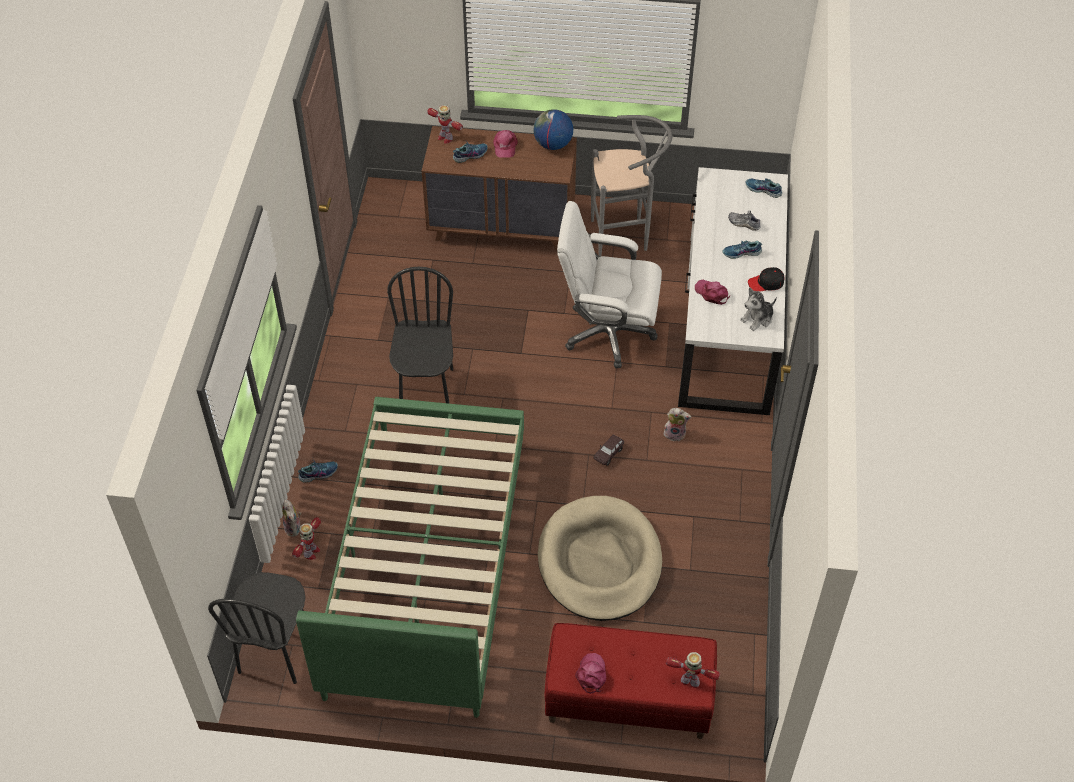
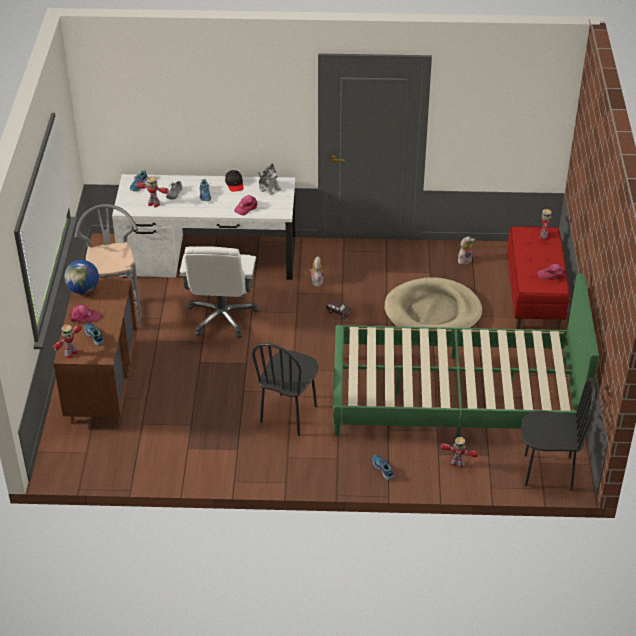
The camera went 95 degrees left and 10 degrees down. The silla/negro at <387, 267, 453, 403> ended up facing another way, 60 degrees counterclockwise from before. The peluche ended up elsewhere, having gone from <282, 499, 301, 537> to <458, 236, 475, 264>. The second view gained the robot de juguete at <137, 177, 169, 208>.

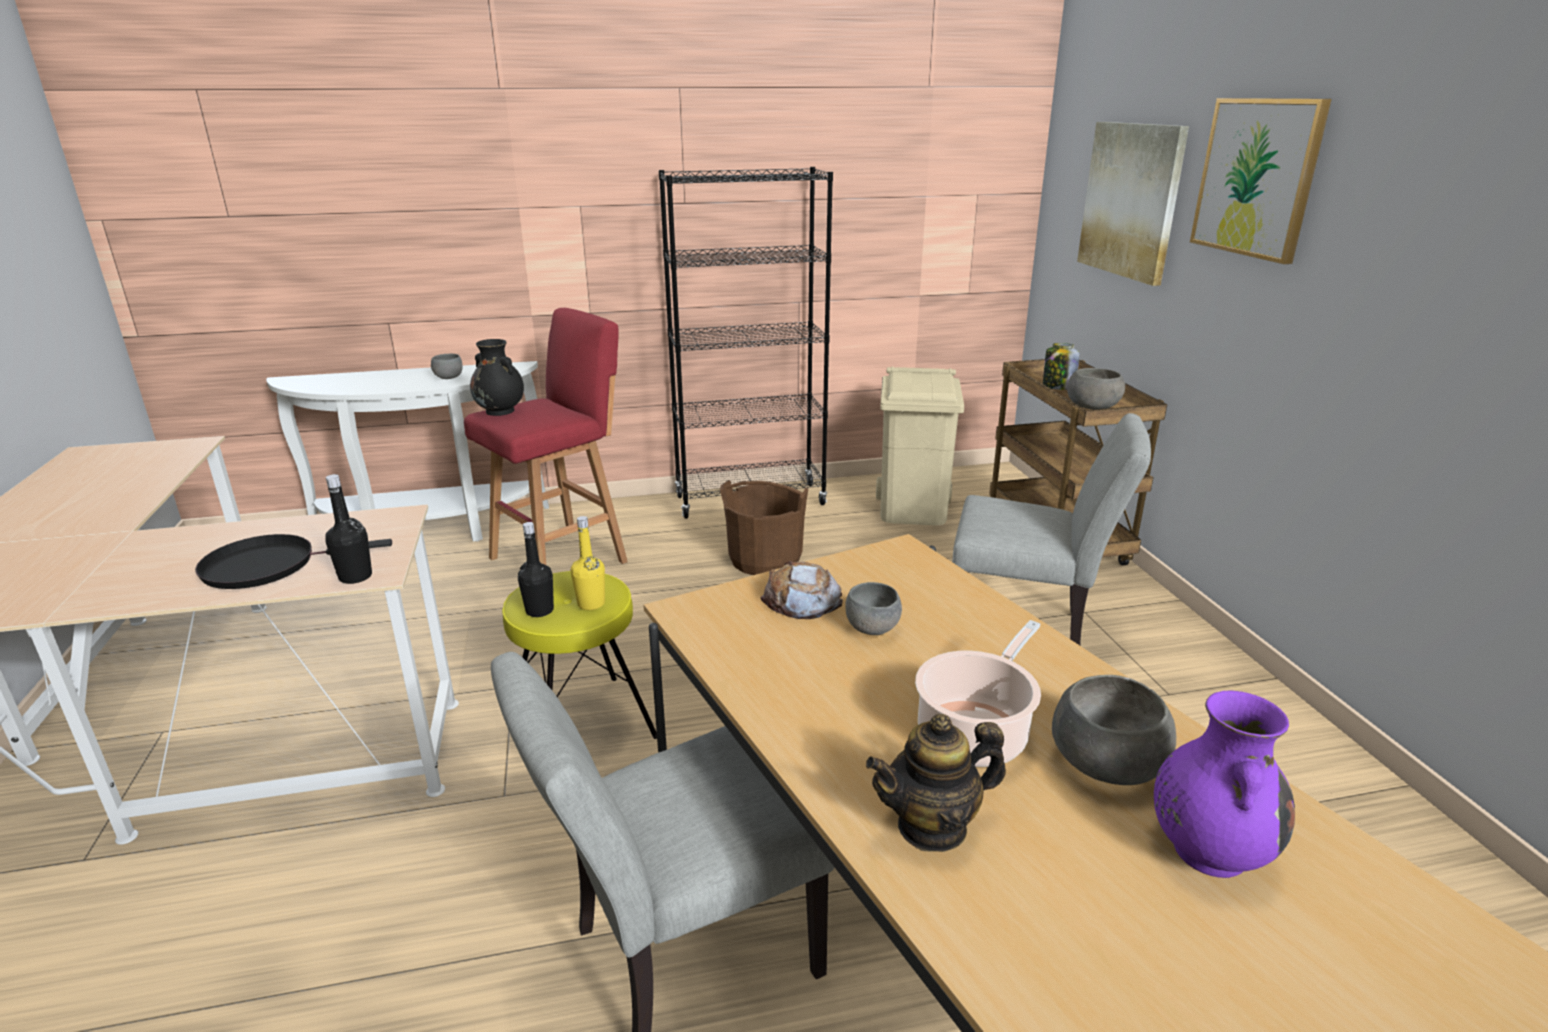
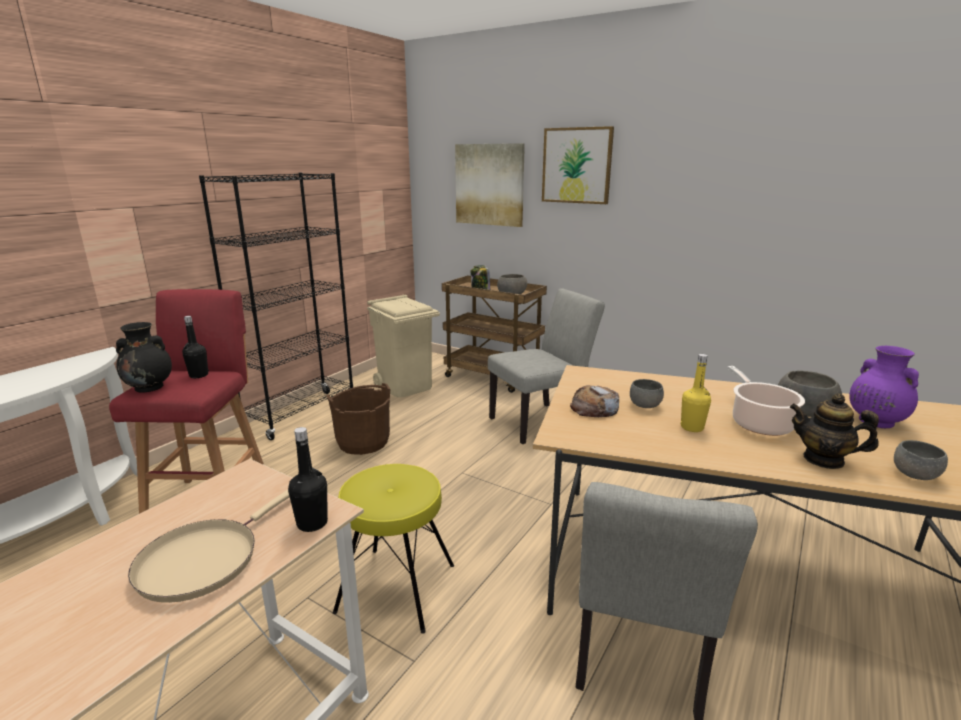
The camera went 45 degrees left and 5 degrees down. The cuenco/gris ended up elsewhere, having gone from <431, 354, 463, 379> to <894, 440, 948, 480>. The botella/amarillo ended up elsewhere, having gone from <571, 516, 605, 610> to <681, 354, 711, 432>. The botella/negro ended up elsewhere, having gone from <518, 522, 554, 617> to <182, 316, 209, 378>. What was the sartén/negro at <195, 534, 392, 589> turned into the sartén/beis at <128, 490, 289, 603>. The tetera at <866, 714, 1006, 852> ended up facing another way, 90 degrees clockwise from before.

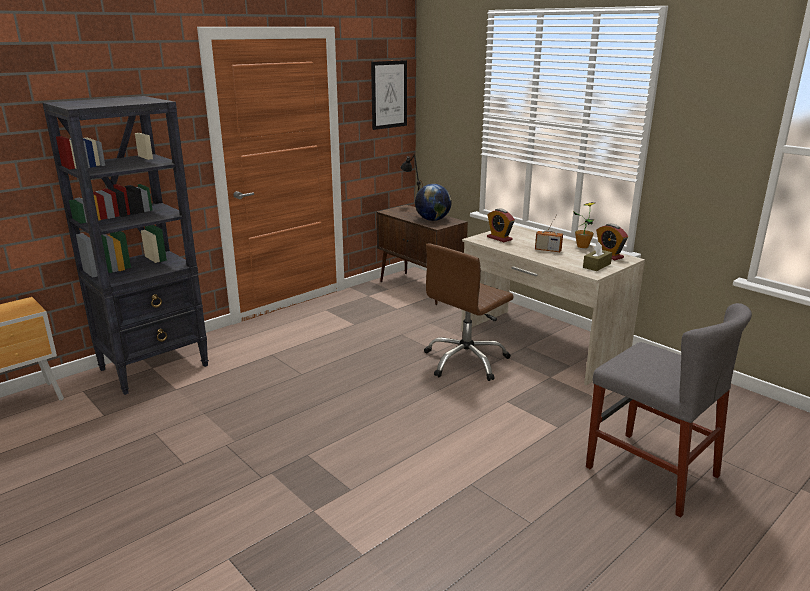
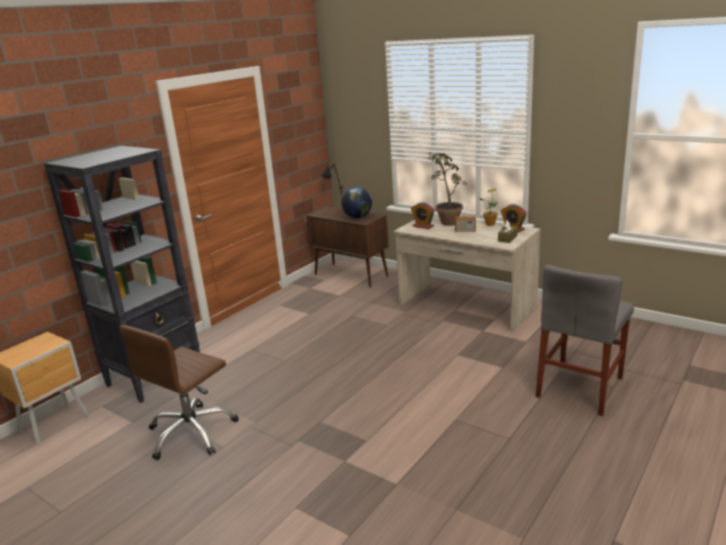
The camera went 10 degrees left and 0 degrees up. The second view lost the cuadro at <371, 60, 407, 130>. The silla de oficina/marrón ended up elsewhere, having gone from <424, 243, 514, 381> to <119, 325, 239, 460>. The silla/gris at <586, 303, 752, 517> ended up facing another way, 90 degrees clockwise from before. The second view gained the planta en maceta at <428, 151, 467, 226>.

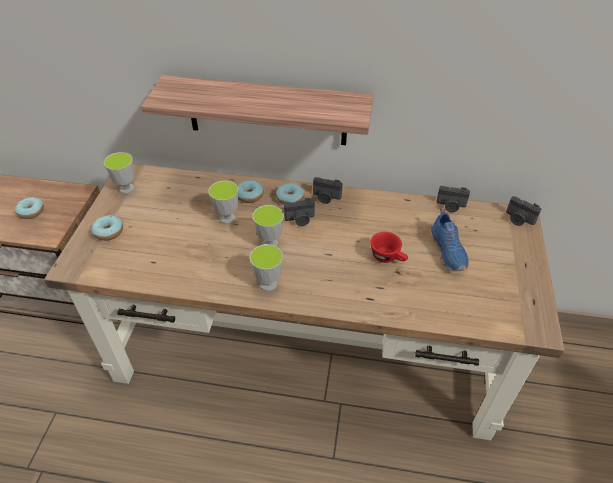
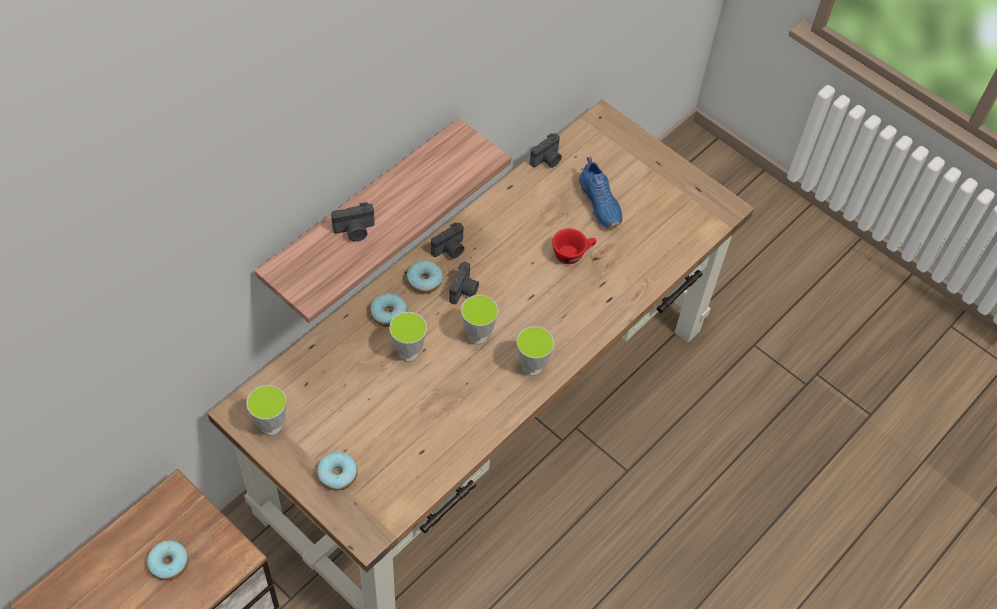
The camera went 60 degrees left and 10 degrees up. The cámara ended up elsewhere, having gone from <506, 196, 541, 226> to <331, 202, 375, 241>. The zapato/azul at <429, 208, 469, 271> ended up facing another way, 45 degrees clockwise from before.

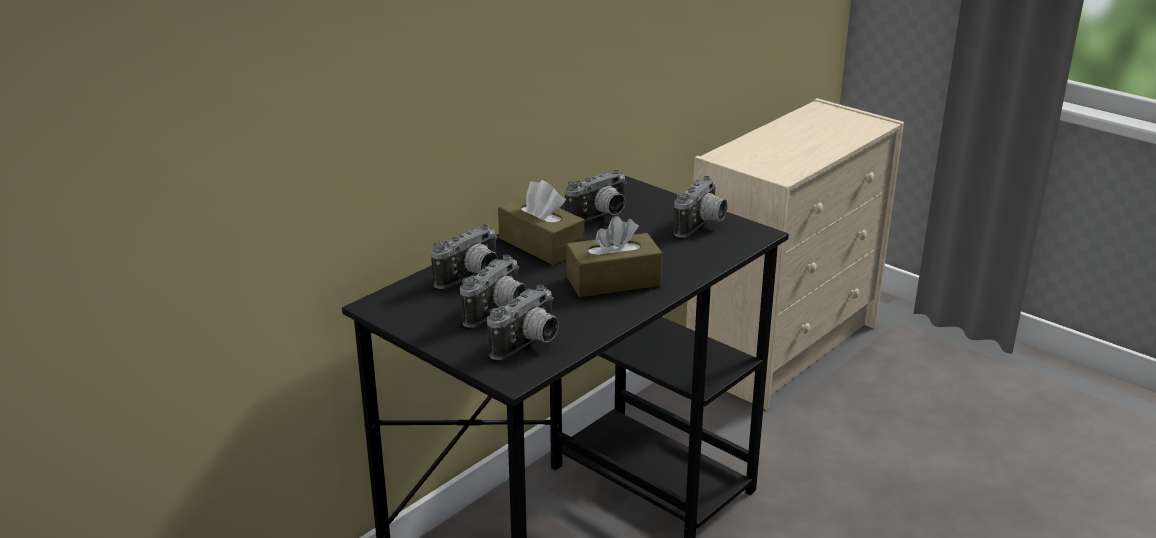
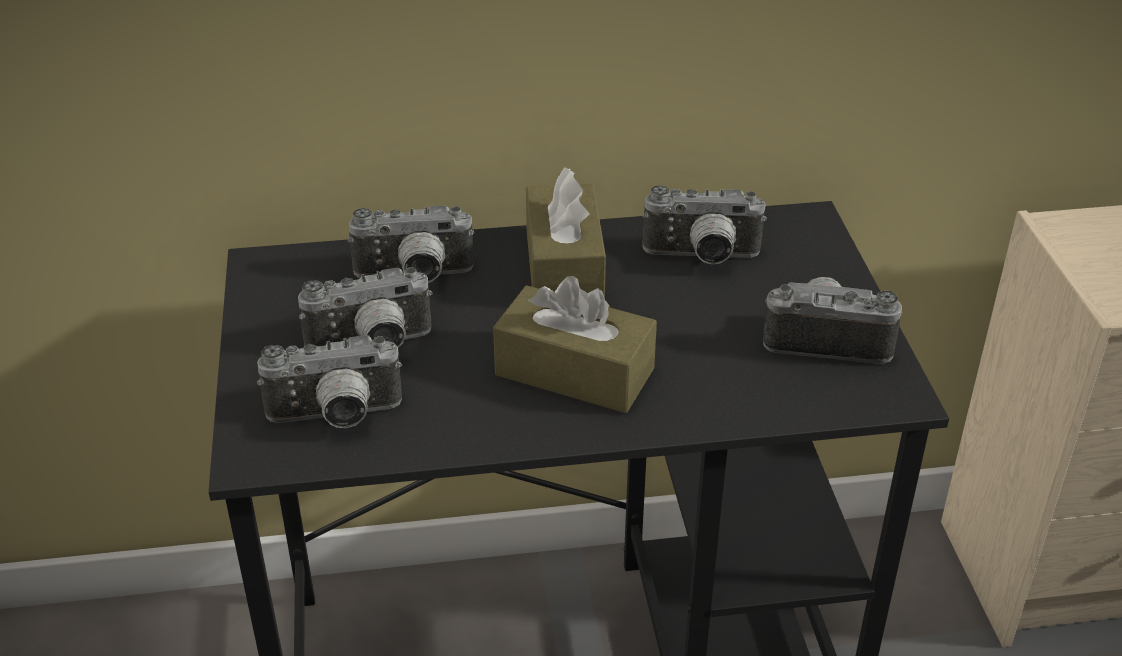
The camera went 40 degrees right and 10 degrees up. The cámara at <674, 176, 727, 237> ended up facing another way, 150 degrees counterclockwise from before.

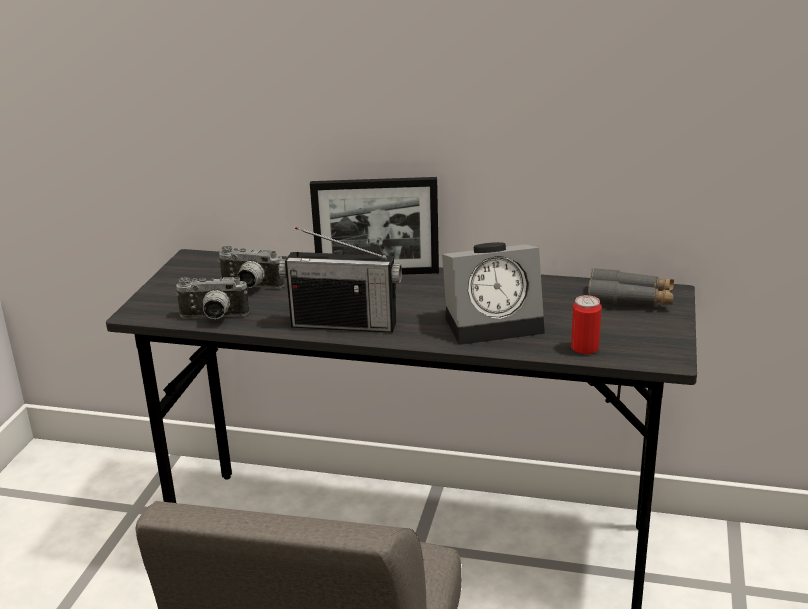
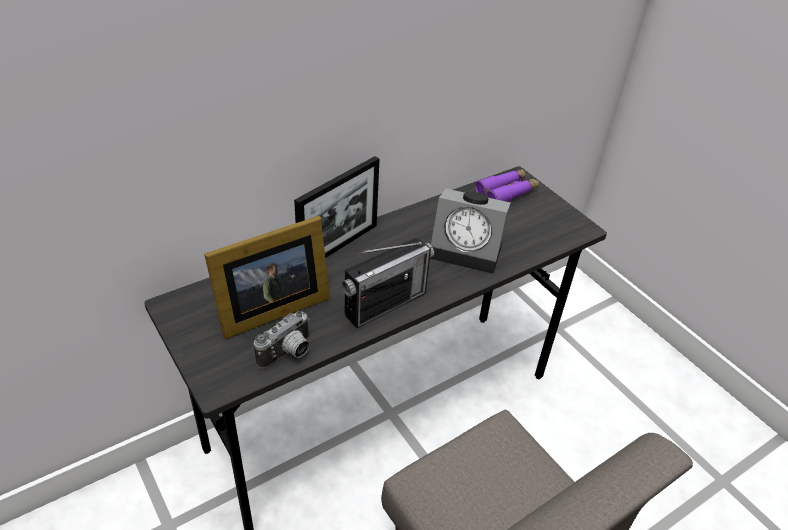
The camera went 50 degrees left and 15 degrees up. The despertador at <442, 242, 545, 345> ended up facing another way, 75 degrees clockwise from before. Where the cámara stood at <218, 246, 284, 289>, the portarretratos came to stand at <204, 216, 330, 339>. What was the prismáticos/gris at <588, 268, 674, 305> turned into the prismáticos/morado at <475, 169, 540, 202>. The second view lost the lata at <571, 295, 601, 354>.

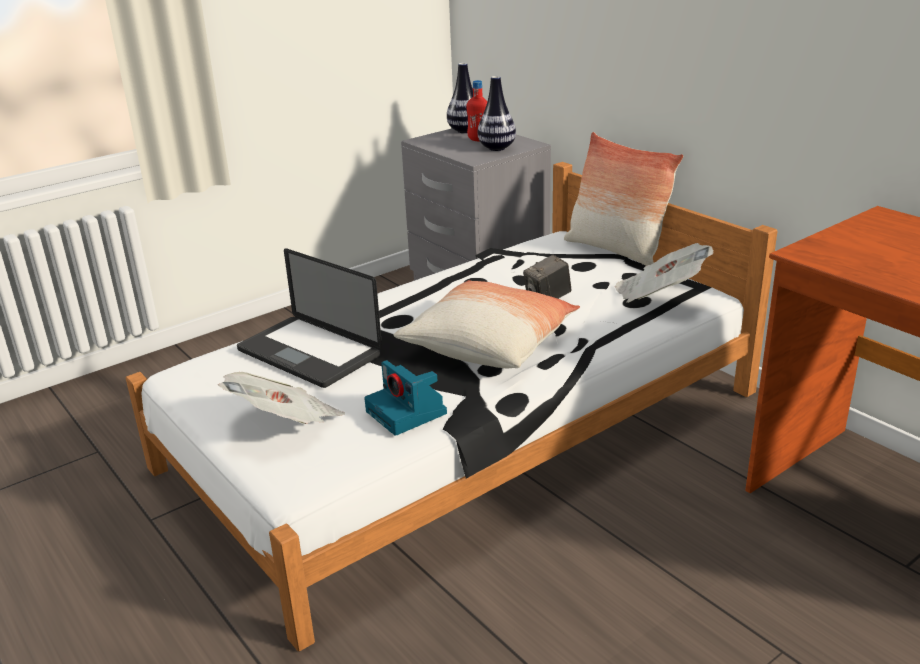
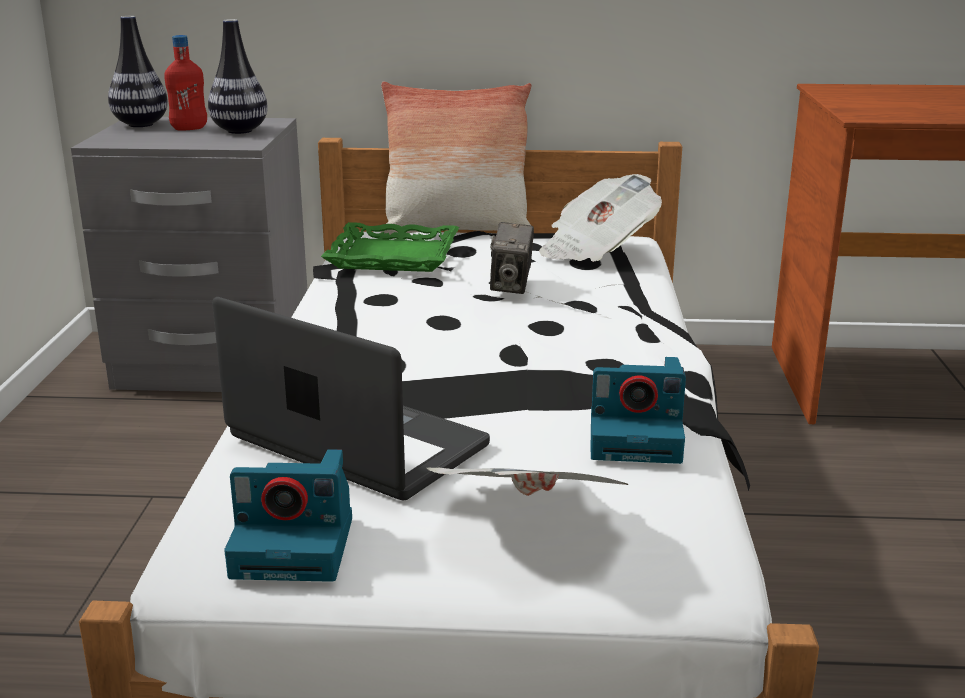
The camera went 50 degrees left and 5 degrees down. The portátil at <237, 248, 382, 388> ended up facing another way, 135 degrees counterclockwise from before. The second view lost the cojín at <394, 280, 580, 368>. The second view gained the bandeja/verde at <321, 222, 459, 272>. The second view gained the cámara at <224, 449, 352, 582>.

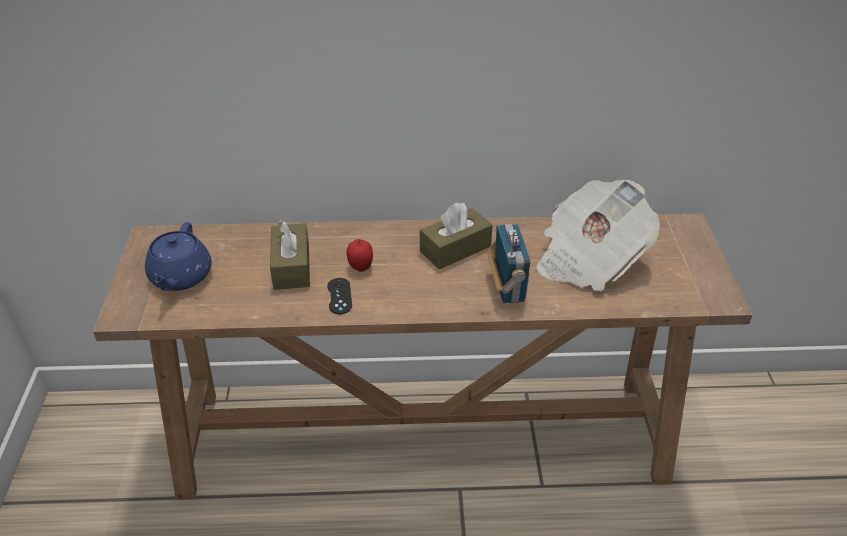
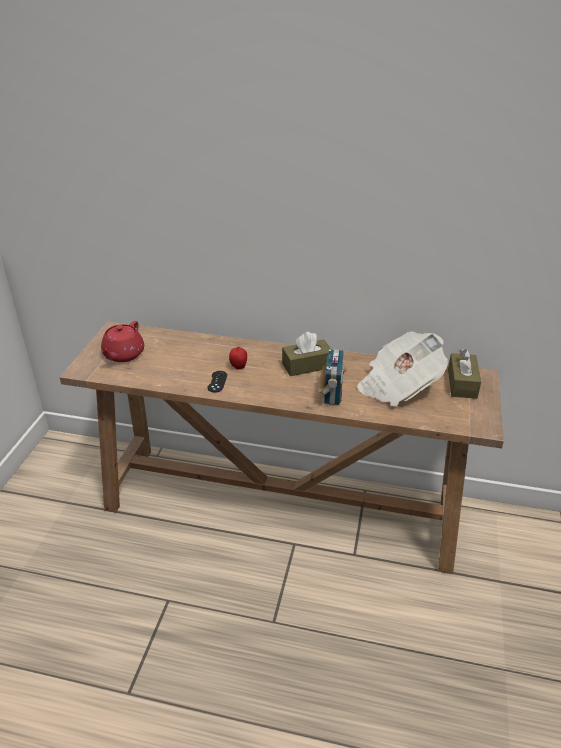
The camera went 15 degrees right and 5 degrees down. The caja de pañuelos/marrón ended up elsewhere, having gone from <270, 220, 310, 290> to <448, 349, 481, 399>. What was the tetera/azul at <145, 222, 211, 291> turned into the tetera/rojo at <101, 321, 144, 362>.

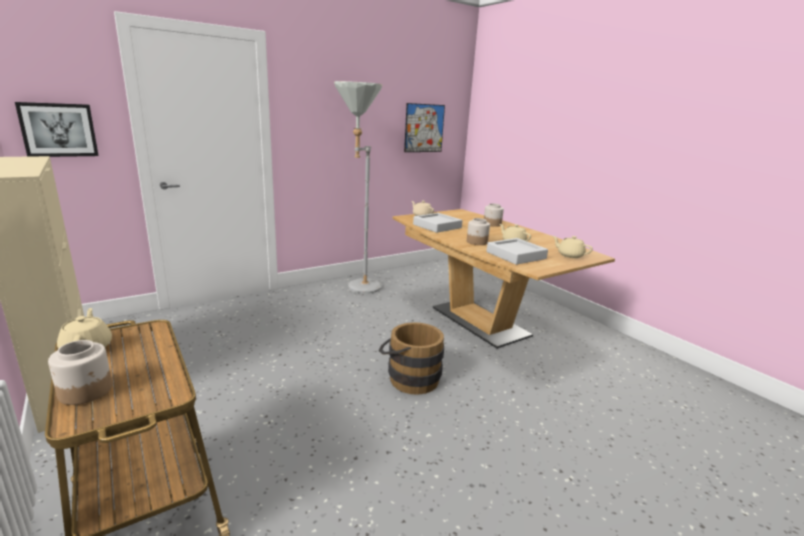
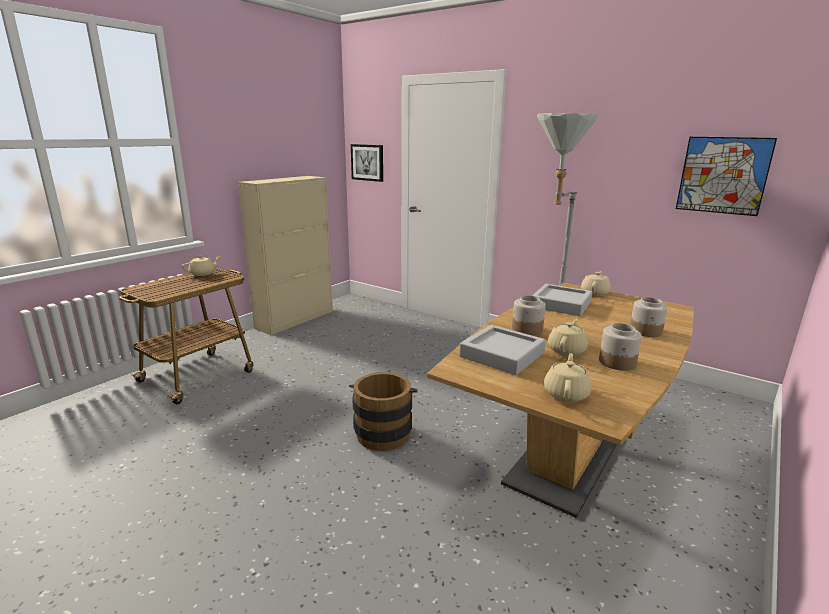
The camera went 70 degrees right and 0 degrees up. The tarro ended up elsewhere, having gone from <48, 340, 112, 405> to <599, 323, 642, 371>.

